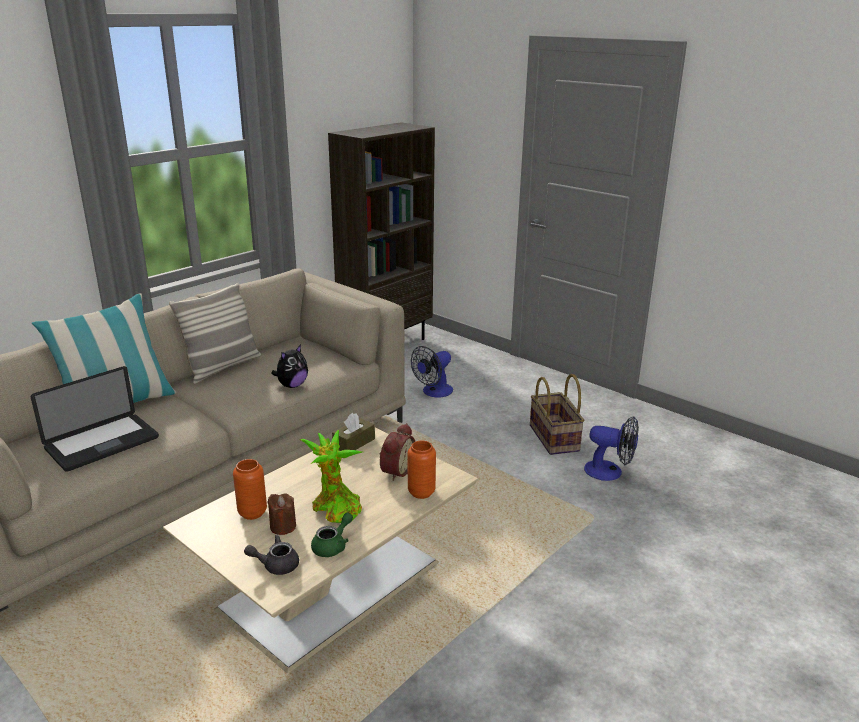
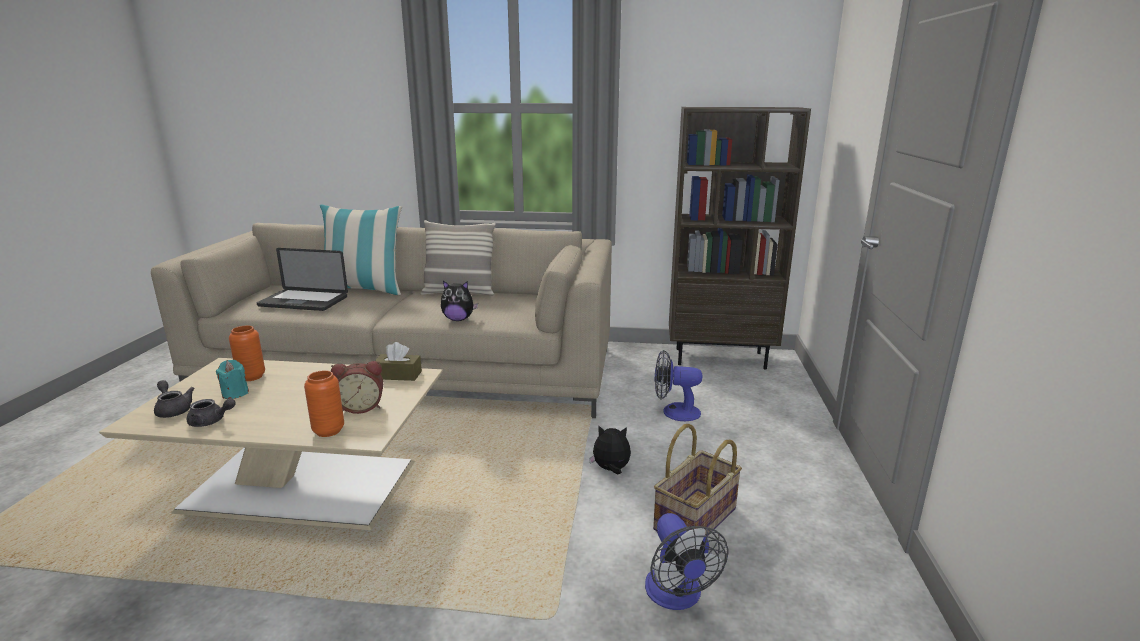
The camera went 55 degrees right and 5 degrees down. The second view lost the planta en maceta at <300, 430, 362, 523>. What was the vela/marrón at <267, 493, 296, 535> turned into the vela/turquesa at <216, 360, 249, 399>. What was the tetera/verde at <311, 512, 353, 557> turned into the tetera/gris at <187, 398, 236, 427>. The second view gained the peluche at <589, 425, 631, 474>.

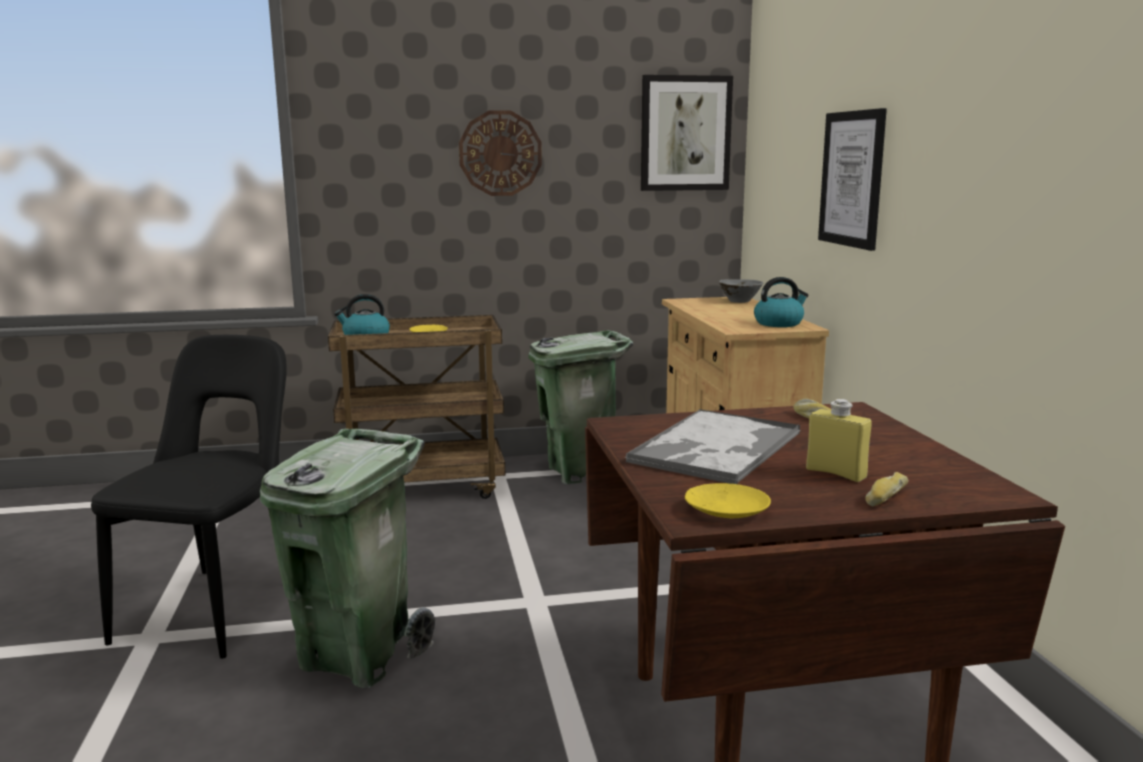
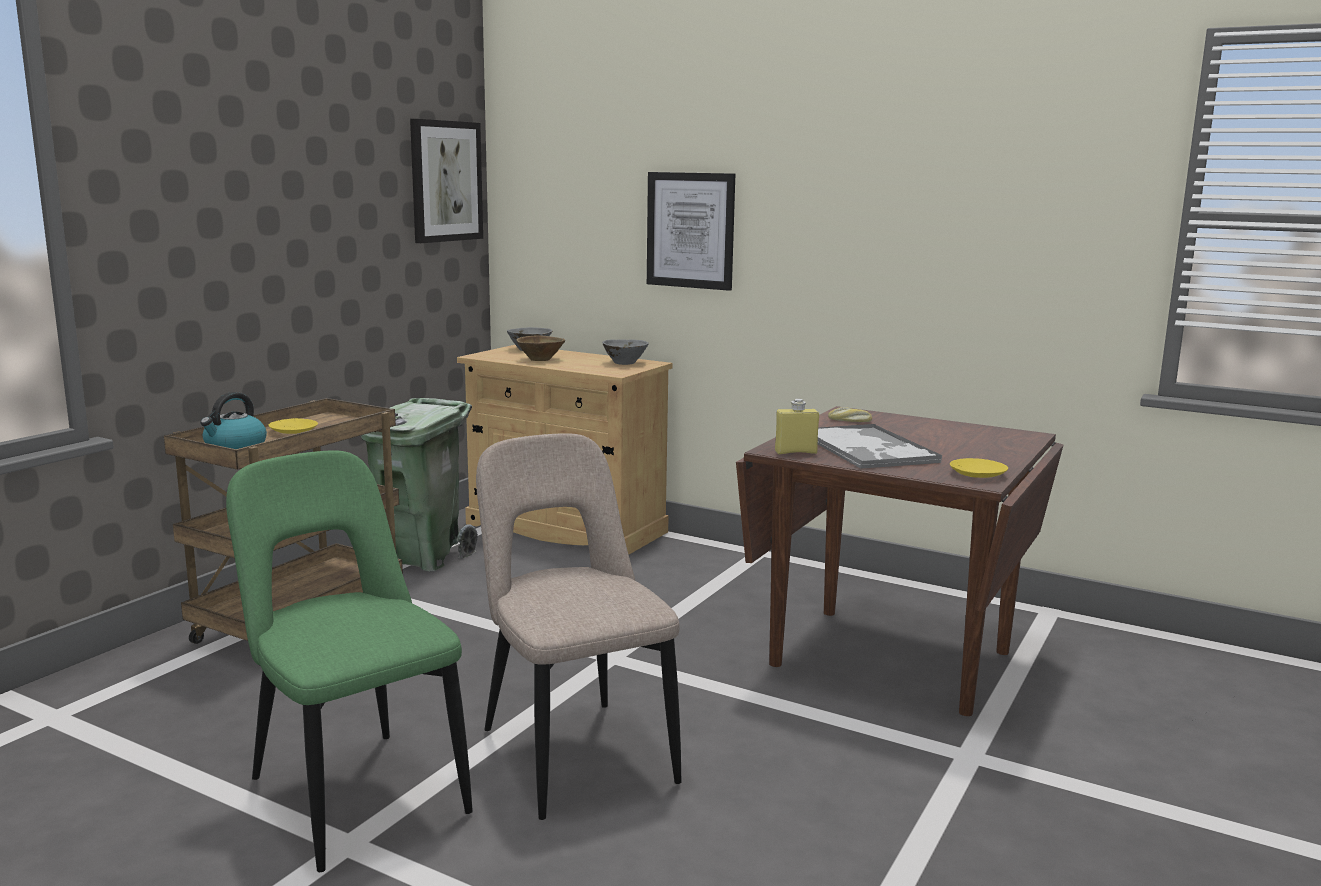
The camera went 50 degrees left and 0 degrees up. The second view lost the reloj de pared at <459, 111, 542, 196>. Where the hervidor stood at <754, 277, 809, 327>, the cuenco/gris came to stand at <602, 339, 649, 365>. What was the silla/negro at <91, 335, 287, 659> turned into the silla/verde at <226, 450, 473, 872>. The botella/amarillo ended up elsewhere, having gone from <806, 399, 871, 482> to <775, 399, 819, 454>. Where the papelera/verde stood at <260, 429, 435, 688>, the silla/beis came to stand at <476, 433, 682, 820>. The second view lost the pan at <865, 472, 908, 506>. The second view gained the cuenco/marrón at <516, 335, 565, 361>.

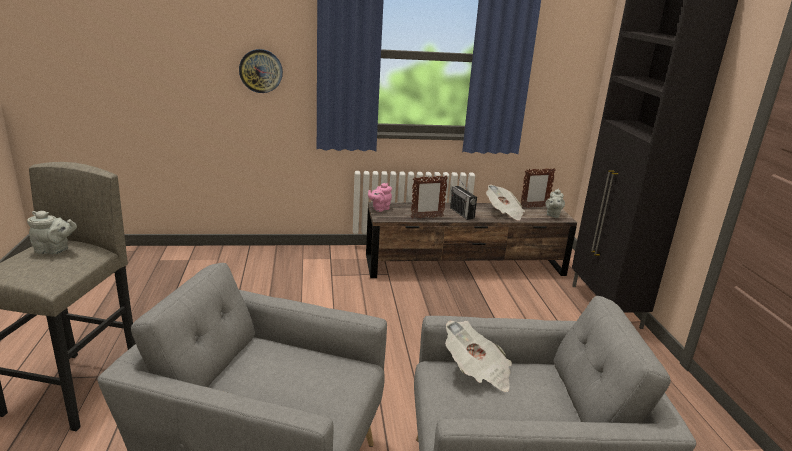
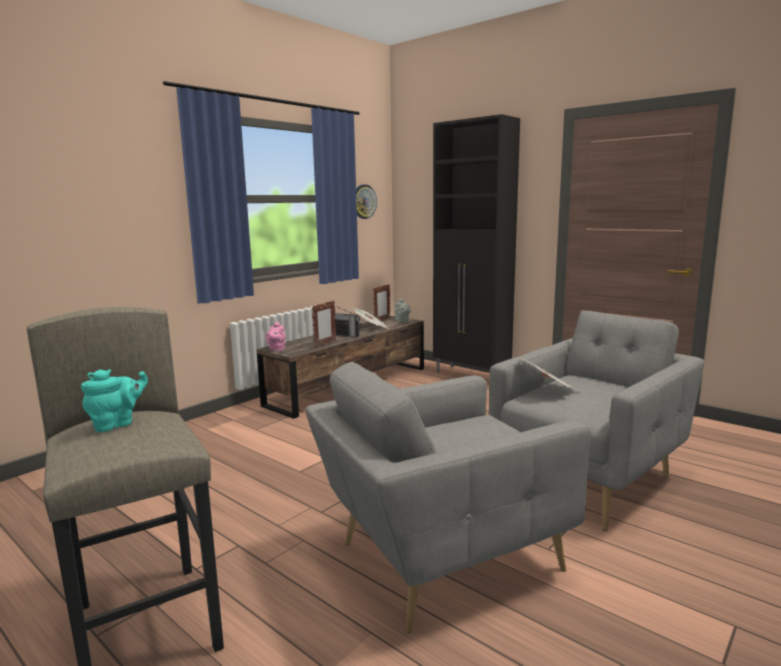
The camera went 40 degrees left and 10 degrees down. The reloj de pared ended up elsewhere, having gone from <239, 49, 283, 93> to <356, 184, 377, 219>. What was the tetera/gris at <27, 211, 77, 254> turned into the tetera/turquesa at <81, 369, 148, 432>.

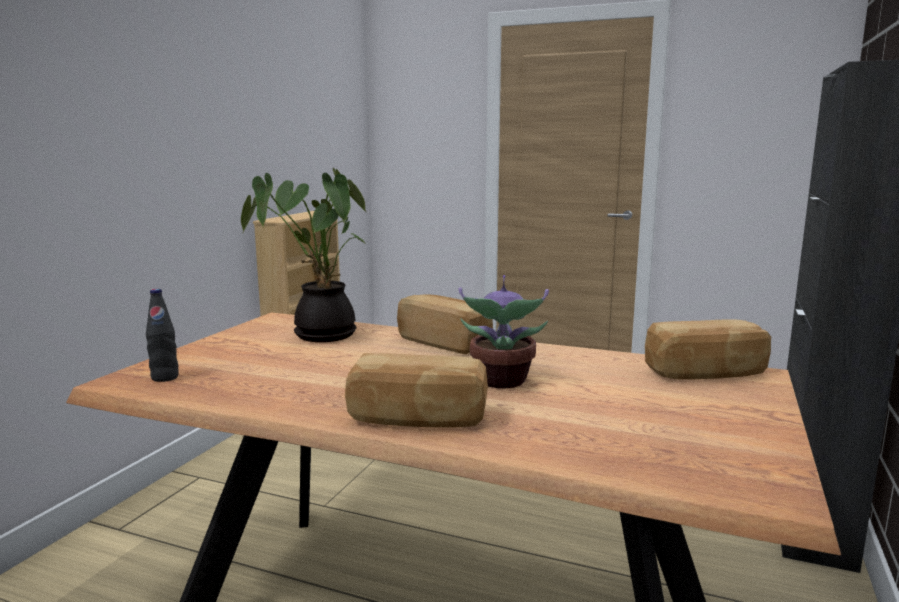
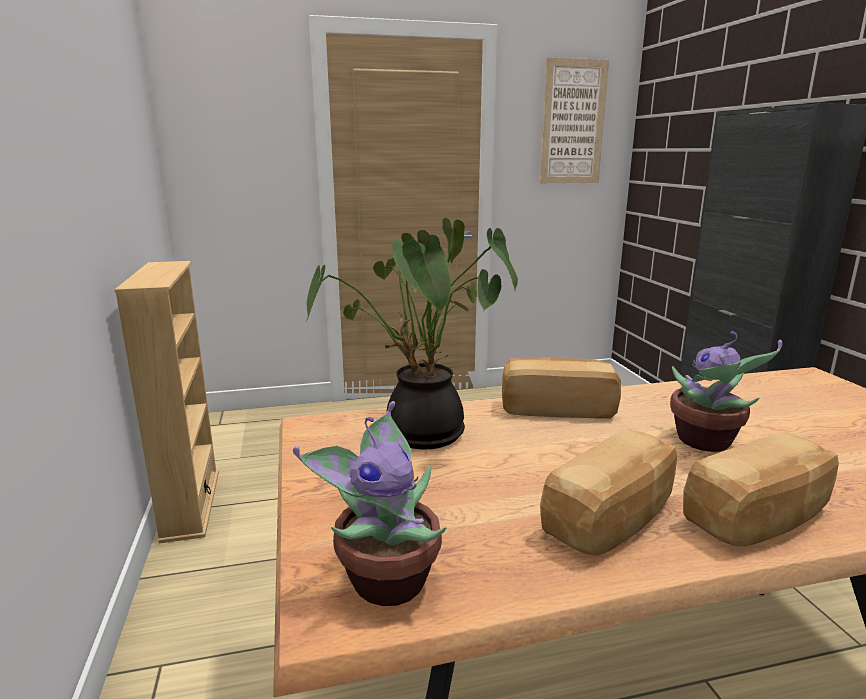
The camera went 35 degrees left and 5 degrees up. Where the botella/negro stood at <146, 289, 179, 382>, the planta en maceta came to stand at <293, 401, 447, 606>. The pan ended up elsewhere, having gone from <645, 319, 771, 380> to <540, 429, 677, 556>. The second view gained the cuadro at <540, 57, 609, 184>.

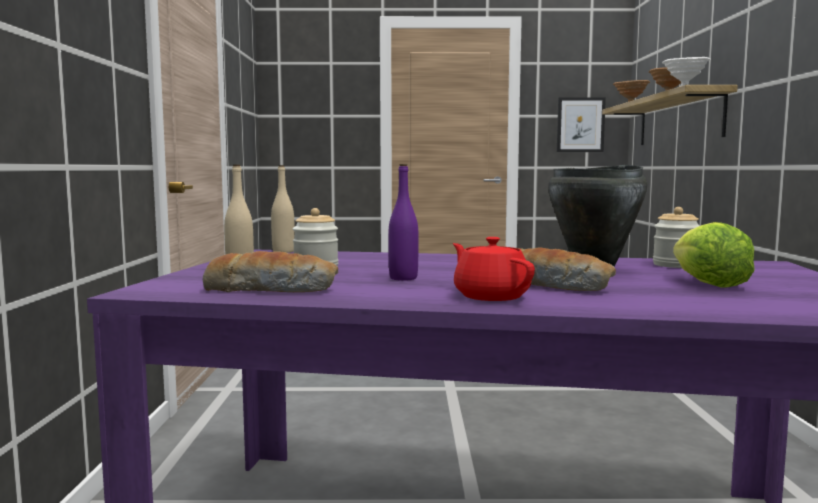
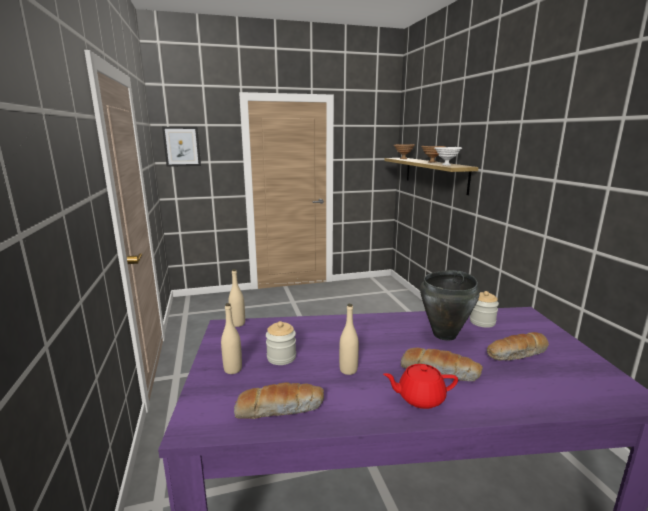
The camera went 15 degrees left and 10 degrees up. The cuadro ended up elsewhere, having gone from <557, 97, 606, 152> to <162, 127, 201, 167>. What was the botella/morado at <388, 164, 419, 281> turned into the botella/beis at <339, 304, 359, 375>. Where the lechuga stood at <673, 222, 755, 288>, the pan came to stand at <487, 332, 549, 361>. The tetera/rojo at <453, 237, 535, 301> ended up facing another way, 45 degrees counterclockwise from before.

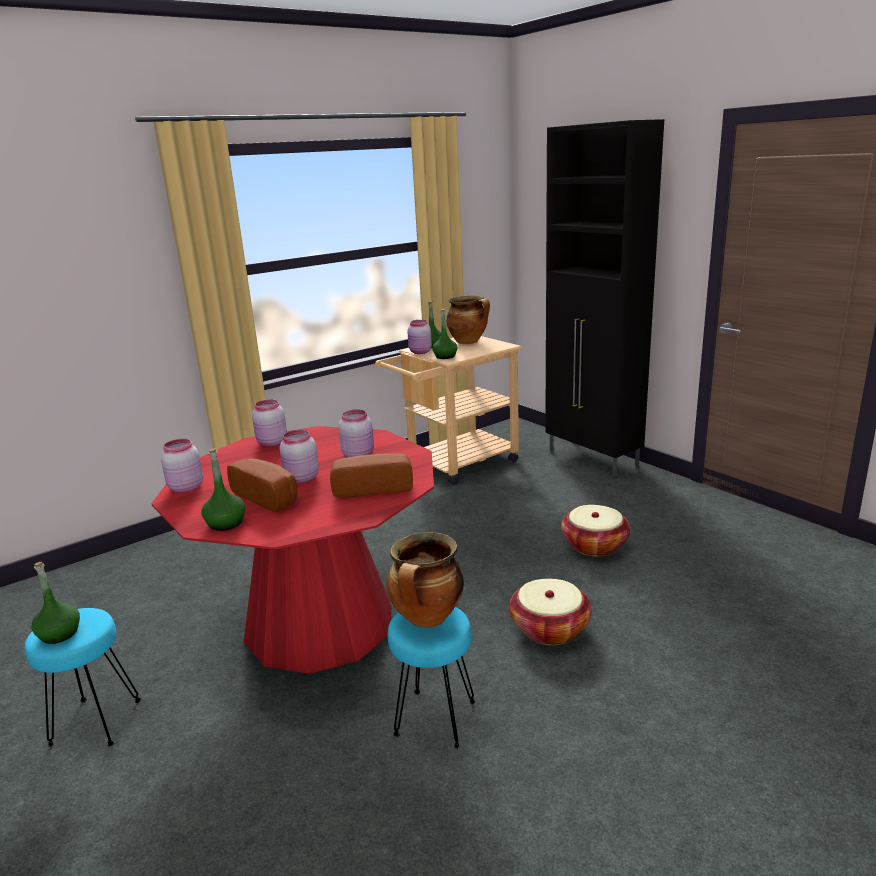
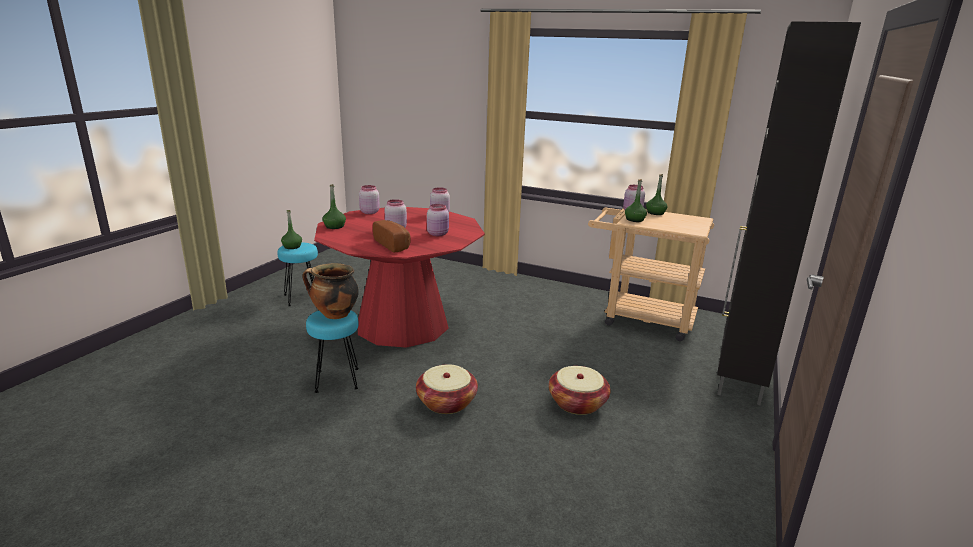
The camera went 60 degrees right and 0 degrees up. The second view lost the olla at <446, 296, 490, 344>. The second view lost the pan at <227, 458, 297, 512>.

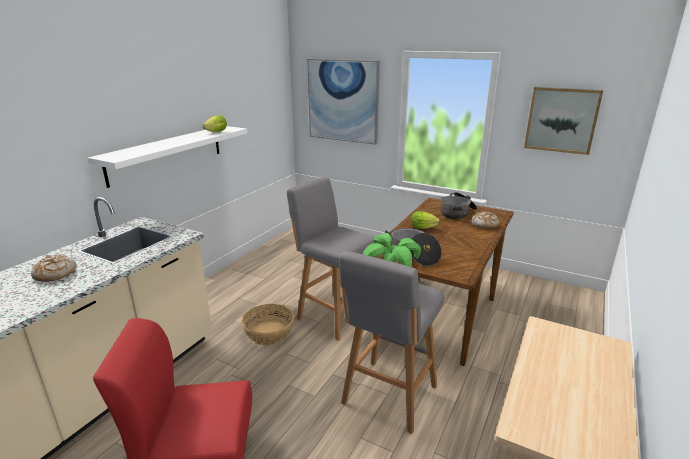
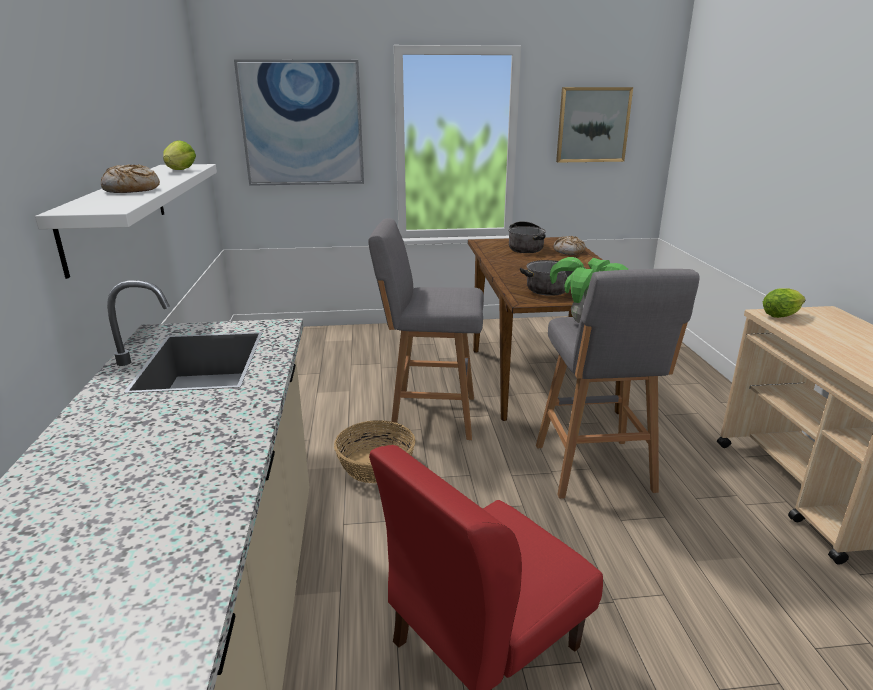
The camera went 35 degrees left and 0 degrees up. The lechuga ended up elsewhere, having gone from <411, 211, 440, 229> to <763, 288, 806, 318>. The pan ended up elsewhere, having gone from <31, 255, 77, 282> to <101, 164, 160, 193>.

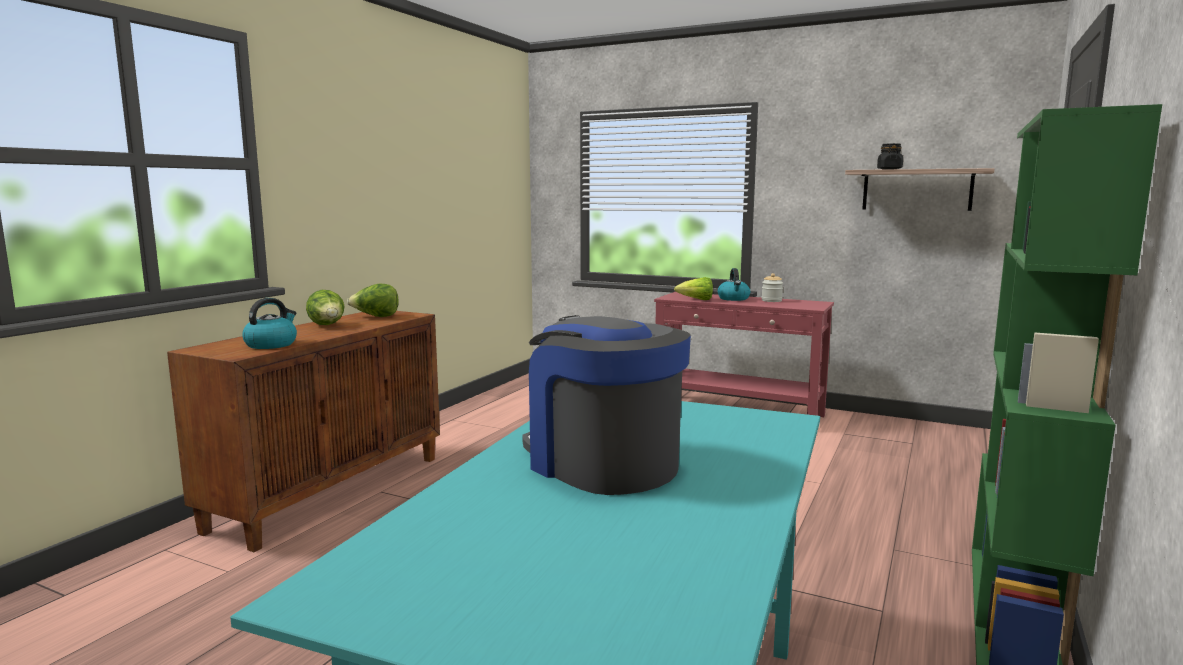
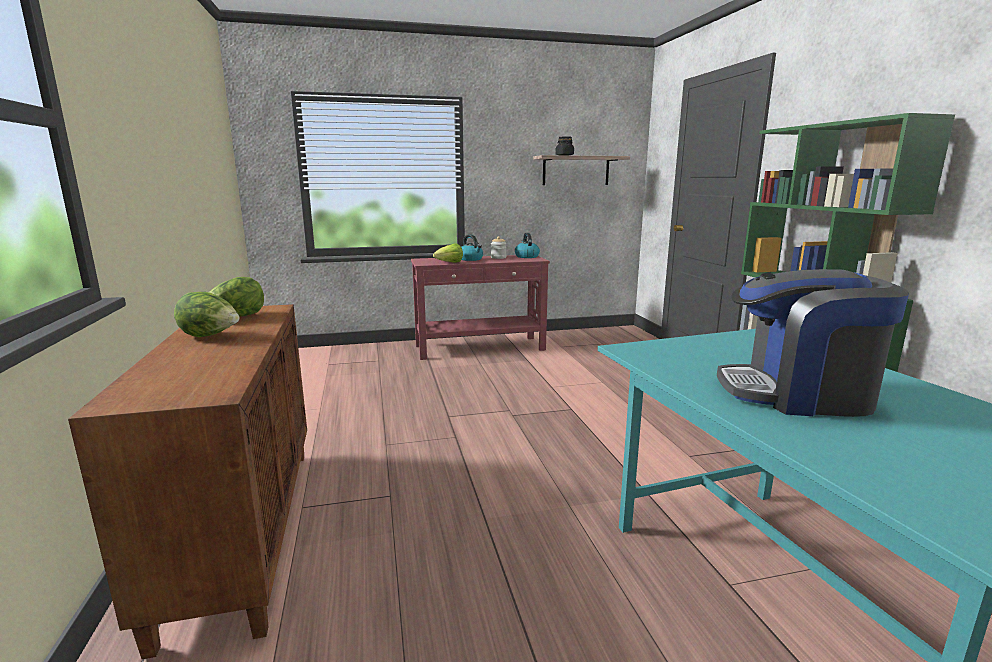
The camera went 40 degrees left and 5 degrees up. The hervidor ended up elsewhere, having gone from <242, 298, 297, 349> to <515, 233, 540, 258>.

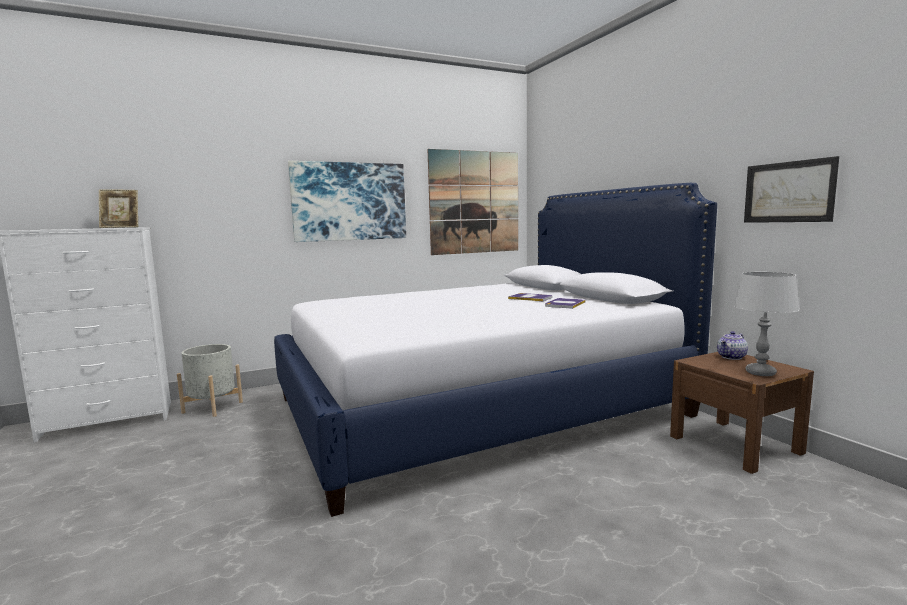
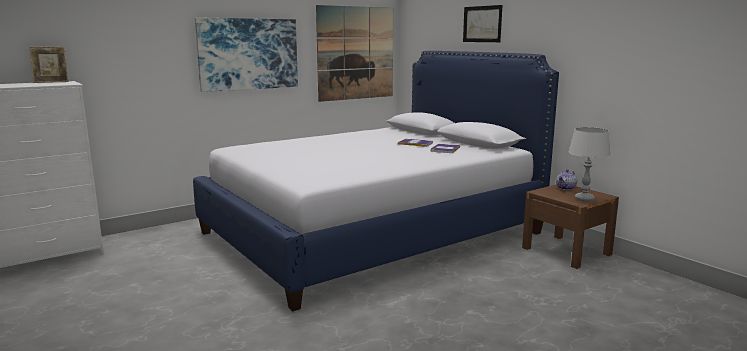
The camera went 10 degrees left and 5 degrees up. The cuadro ended up elsewhere, having gone from <744, 156, 839, 223> to <463, 5, 502, 42>. The second view lost the maceta/gris at <177, 344, 243, 417>.

